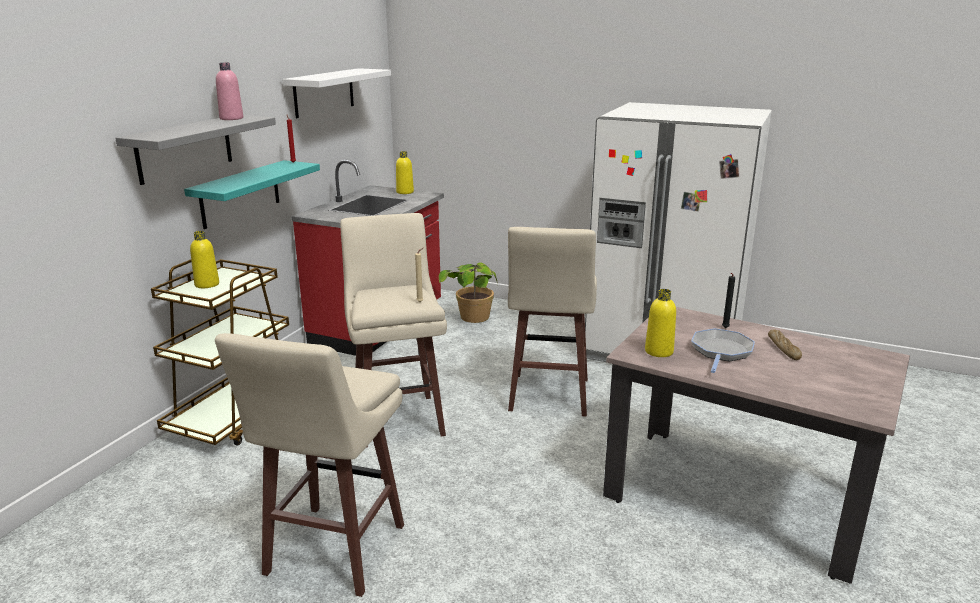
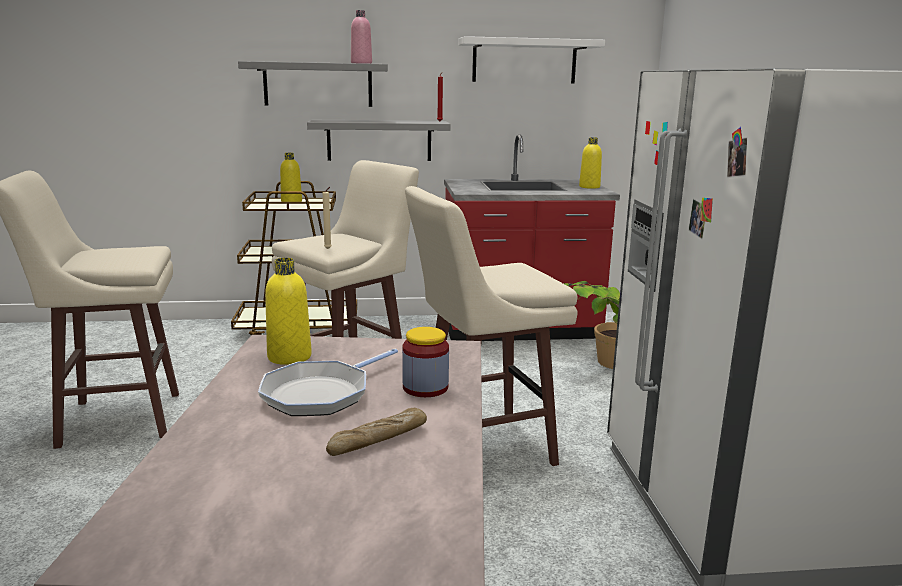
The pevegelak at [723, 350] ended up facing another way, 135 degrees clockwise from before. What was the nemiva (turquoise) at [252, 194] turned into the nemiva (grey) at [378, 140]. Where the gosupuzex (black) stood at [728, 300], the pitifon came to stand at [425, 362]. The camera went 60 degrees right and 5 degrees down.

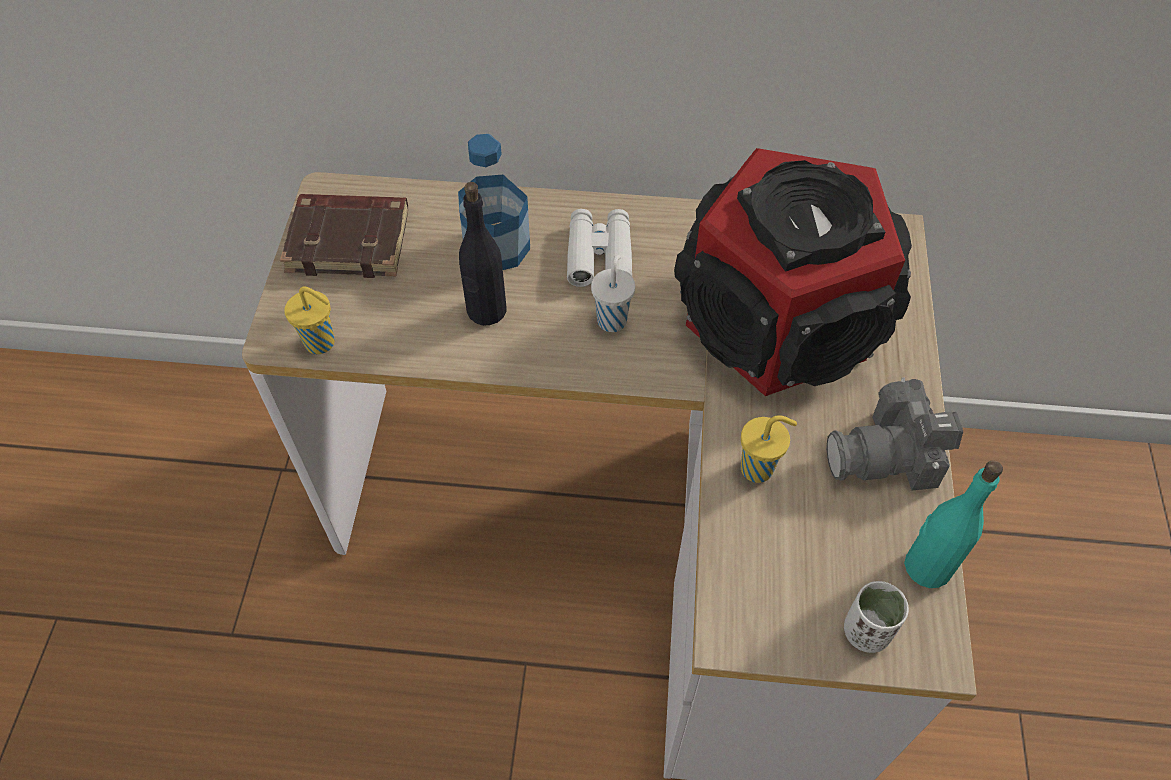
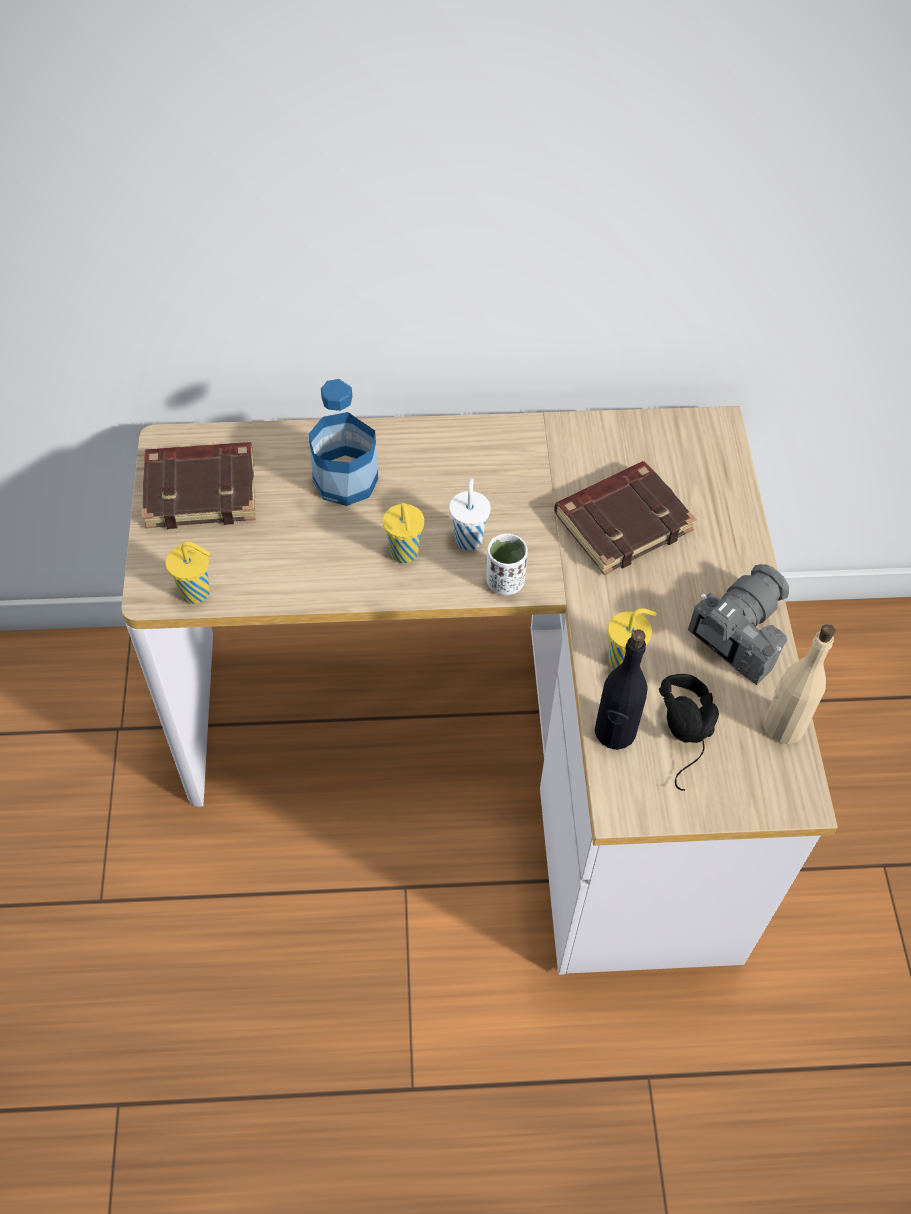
The second view gained the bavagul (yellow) at [403, 533]. The bavagul (white) ended up elsewhere, having gone from [876, 617] to [507, 564]. Where the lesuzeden stood at [793, 272], the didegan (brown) came to stand at [625, 518]. The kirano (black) ended up elsewhere, having gone from [483, 254] to [621, 689]. The second view gained the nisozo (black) at [689, 732]. The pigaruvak at [894, 434] ended up facing another way, 150 degrees clockwise from before. What was the kirano (turquoise) at [953, 524] turned into the kirano (beige) at [799, 684]. The second view lost the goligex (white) at [599, 248]. The camera went 10 degrees left and 0 degrees up.

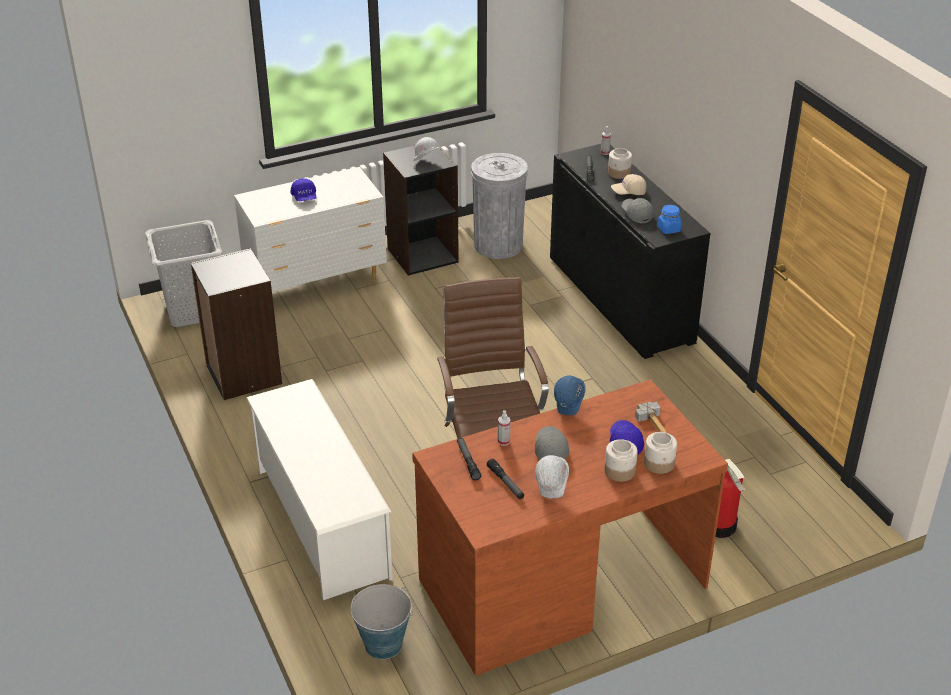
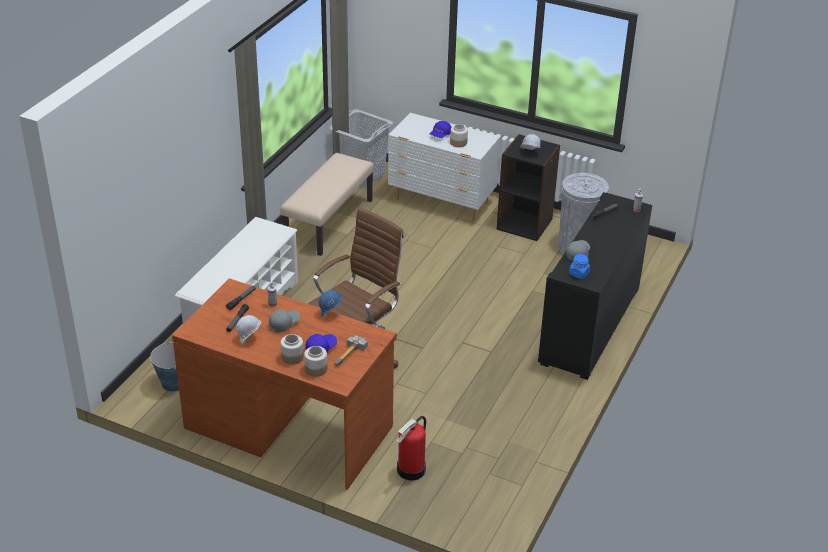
Where the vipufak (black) stood at [236, 324], the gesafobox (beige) came to stand at [327, 204]. The pitifon ended up elsewhere, having gone from [620, 163] to [459, 135]. The second view lost the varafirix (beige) at [628, 184]. The camera went 50 degrees right and 0 degrees up.

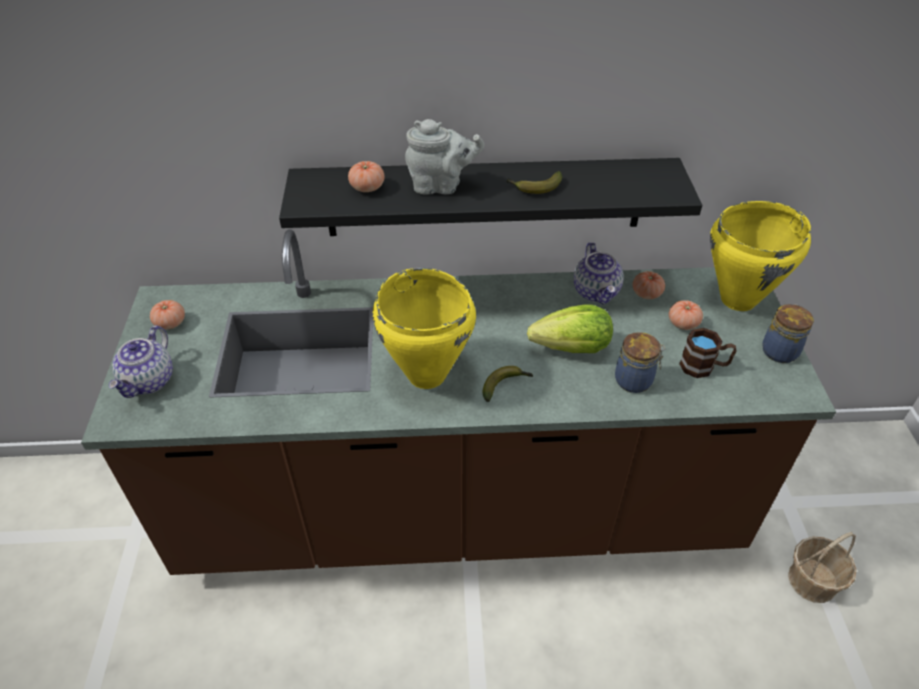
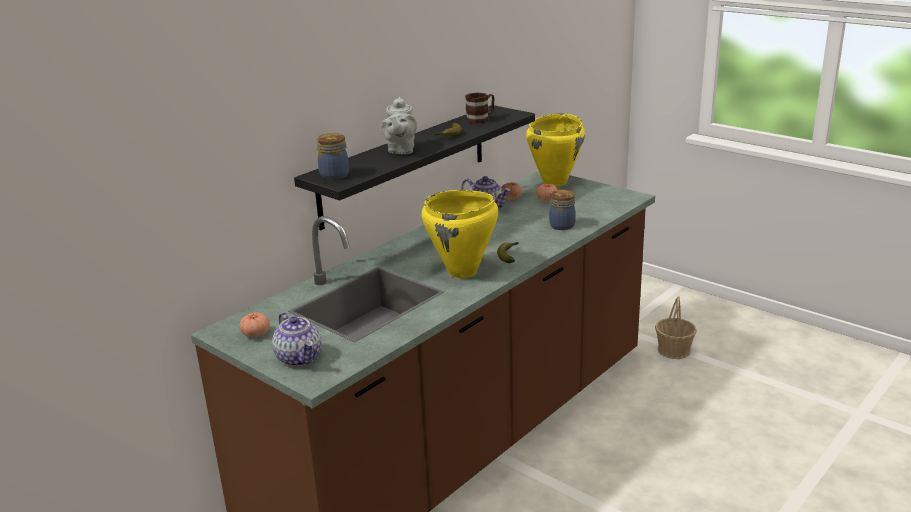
The pitifon ended up elsewhere, having gone from [788, 333] to [333, 156]. The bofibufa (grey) at [444, 156] ended up facing another way, 135 degrees clockwise from before. The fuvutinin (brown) ended up elsewhere, having gone from [707, 353] to [480, 108]. The second view lost the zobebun at [366, 176]. The second view lost the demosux at [570, 328]. The camera went 45 degrees left and 20 degrees down.

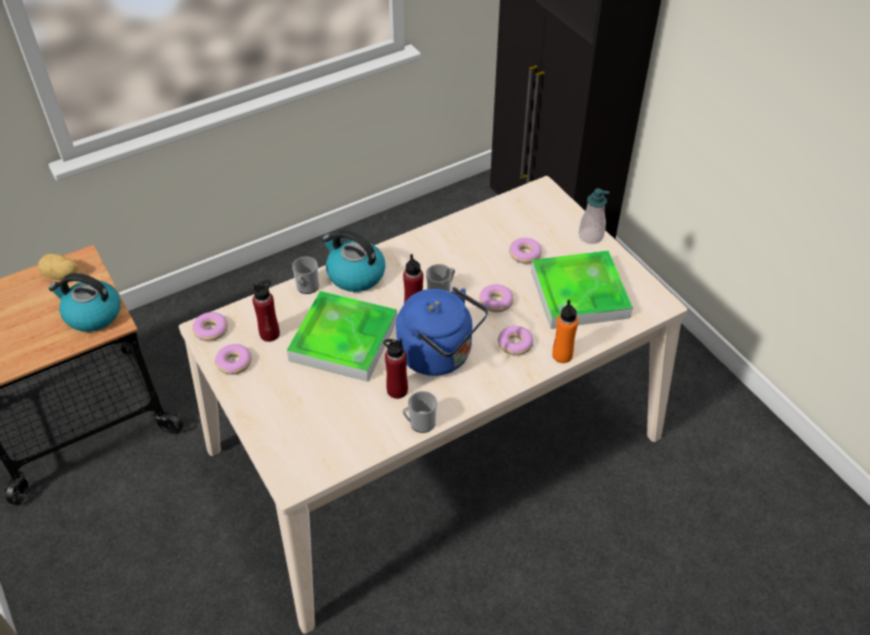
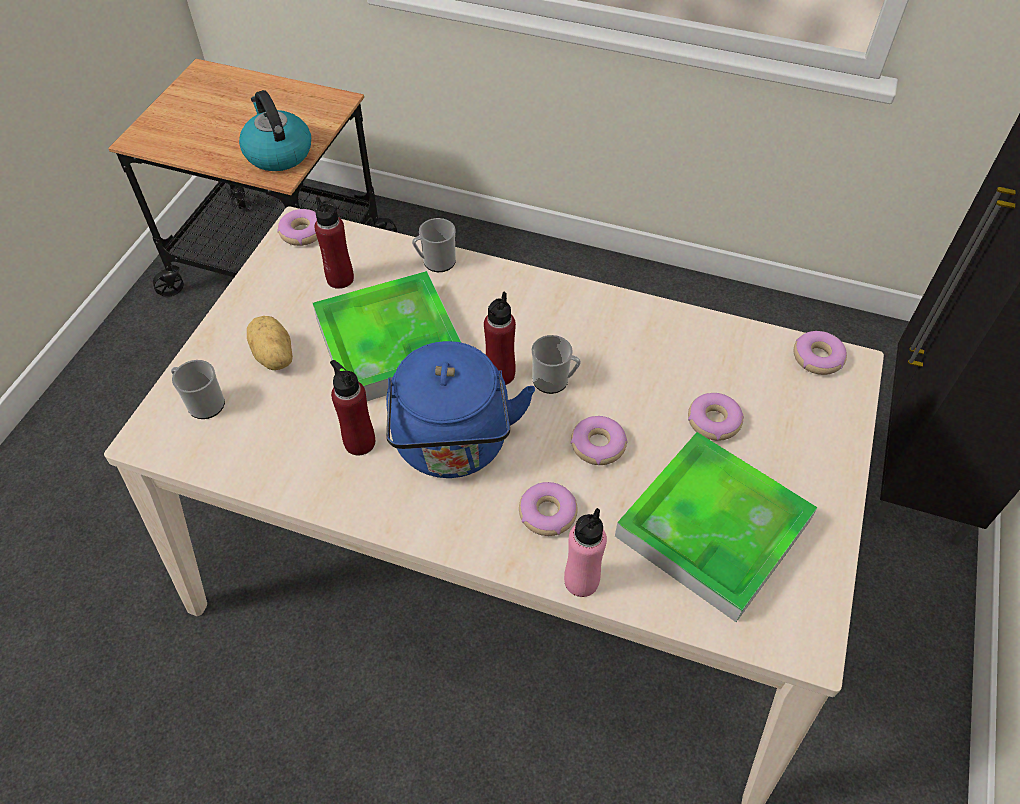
The fuvutinin ended up elsewhere, having gone from [419, 412] to [198, 389]. The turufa ended up elsewhere, having gone from [58, 267] to [270, 343]. What was the kirano (orange) at [565, 331] turned into the kirano (pink) at [585, 552]. The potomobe ended up elsewhere, having gone from [233, 359] to [820, 353]. The second view lost the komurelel at [353, 261]. The second view lost the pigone at [594, 216]. The camera went 50 degrees right and 5 degrees up.

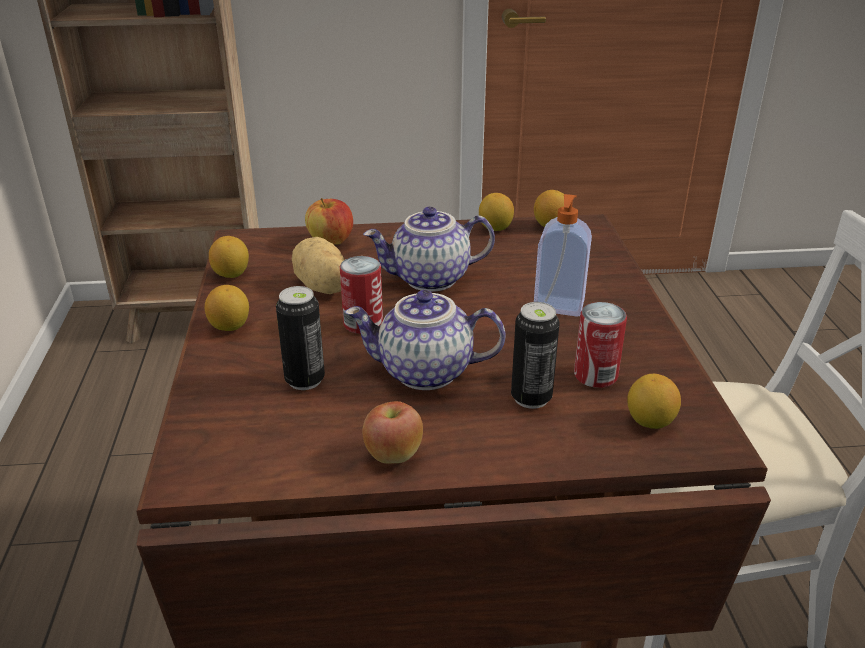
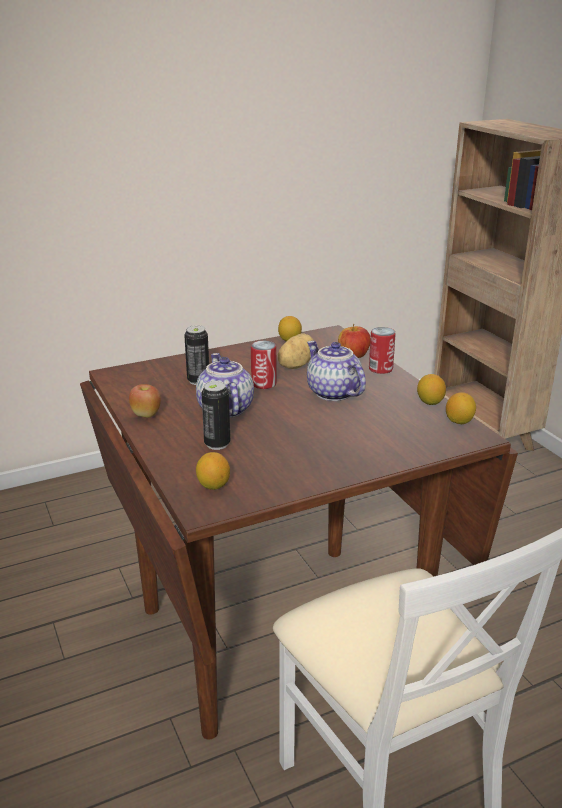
The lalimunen ended up elsewhere, having gone from [600, 345] to [382, 350]. The second view lost the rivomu at [227, 308]. The second view lost the pigone at [563, 255]. The camera went 70 degrees right and 5 degrees down.

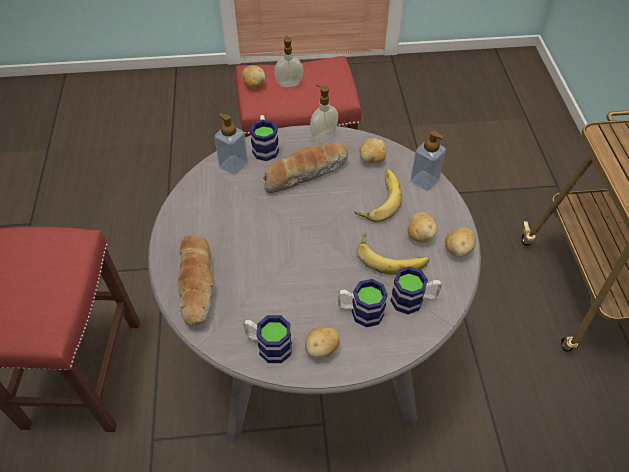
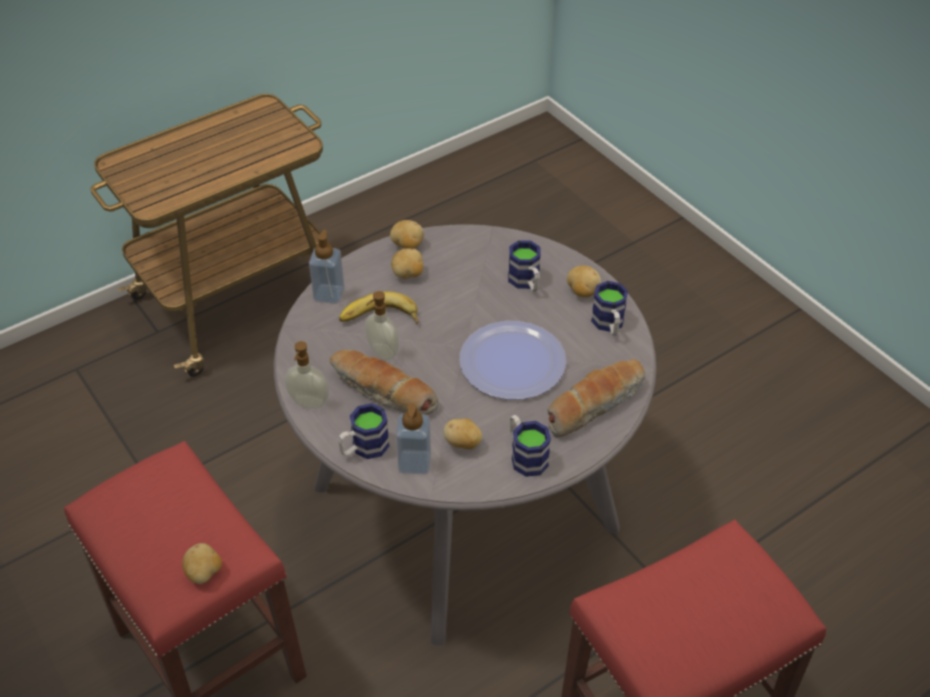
The pigone ended up elsewhere, having gone from [288, 61] to [382, 325]. The turufa ended up elsewhere, having gone from [373, 151] to [462, 433]. The second view gained the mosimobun at [513, 360]. The fuvutinin ended up elsewhere, having gone from [416, 290] to [530, 446]. The second view lost the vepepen at [393, 253]. The camera went 120 degrees left and 5 degrees down.

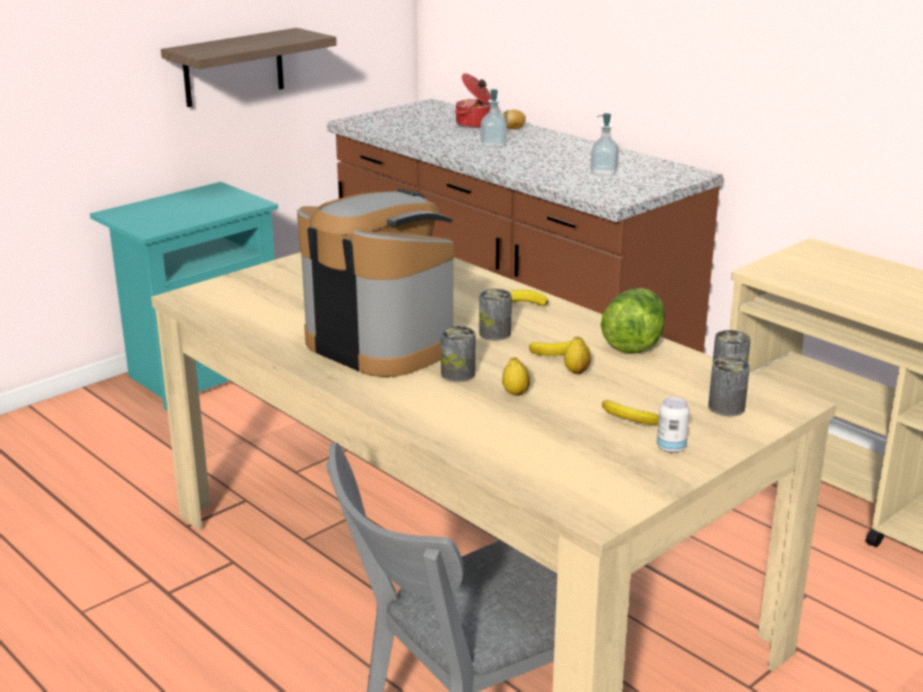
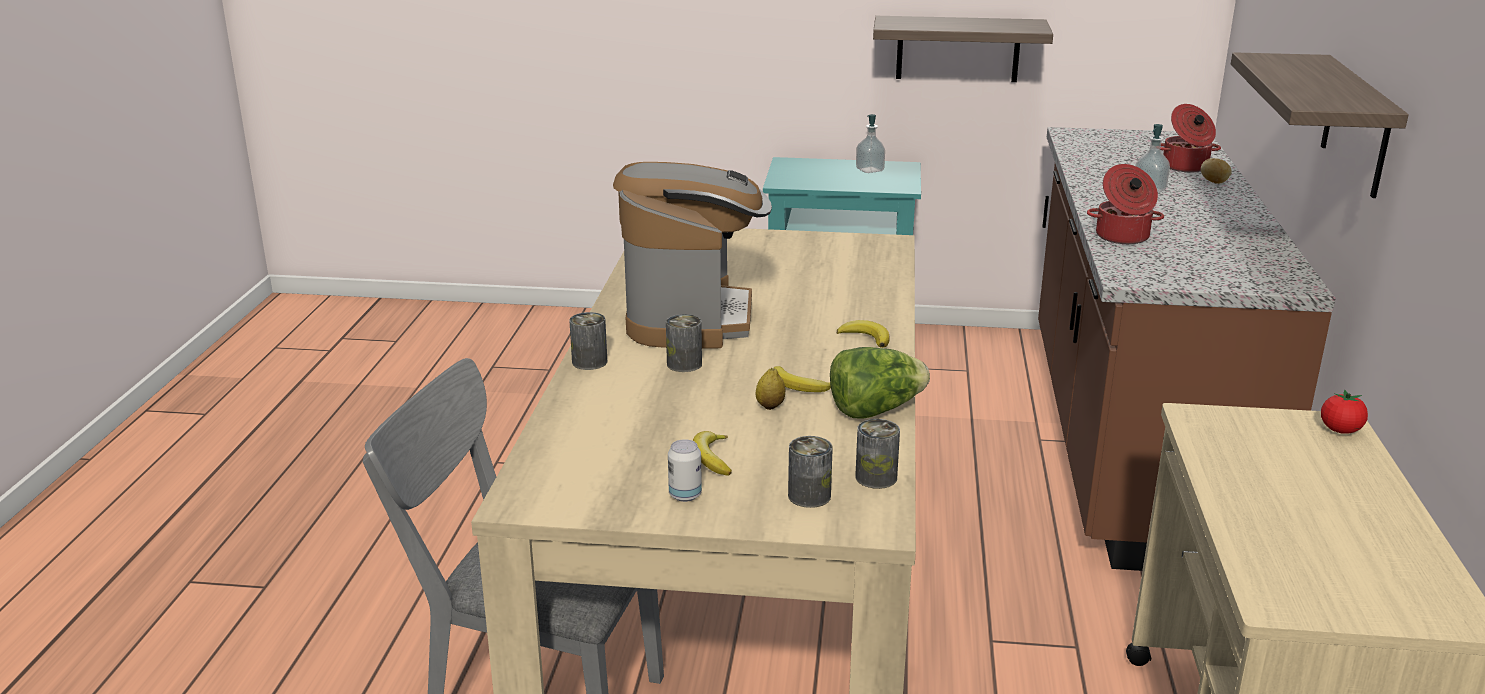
The lalimunen ended up elsewhere, having gone from [495, 315] to [588, 341]. The pigone ended up elsewhere, having gone from [604, 144] to [870, 143]. The second view gained the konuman at [1125, 204]. The second view gained the nemiva at [1320, 125]. The second view gained the zobebun at [1344, 412]. The second view lost the rivomu at [516, 376]. The camera went 50 degrees right and 0 degrees up.

